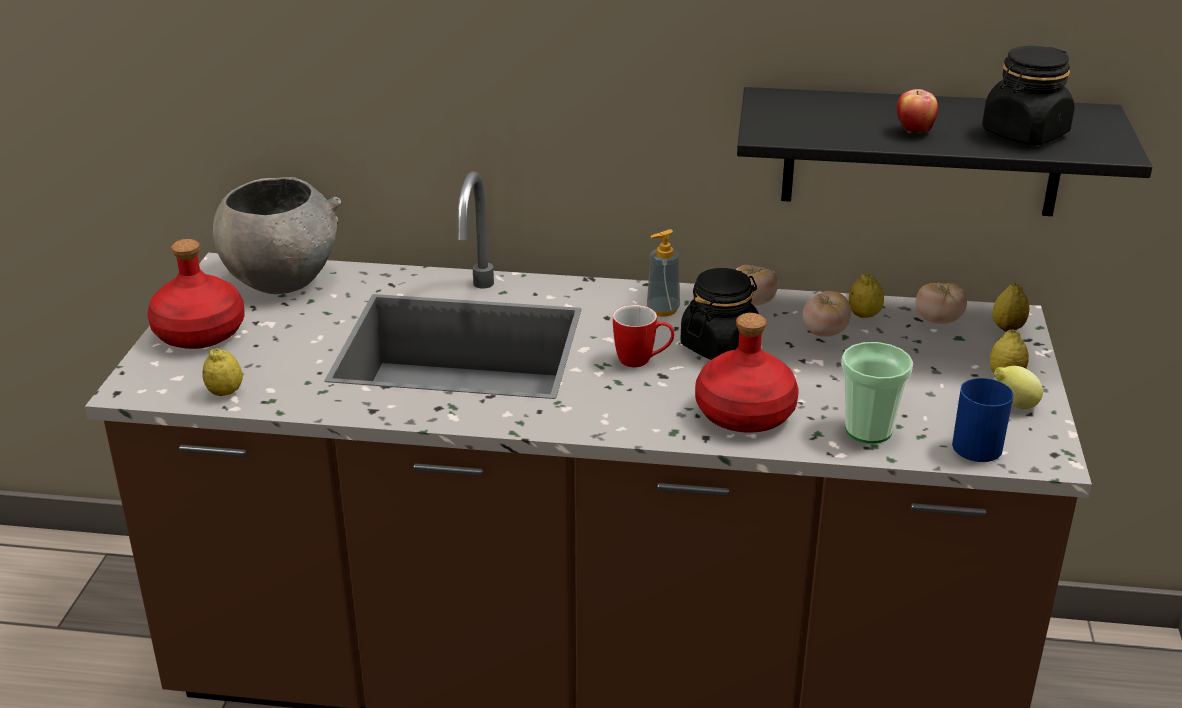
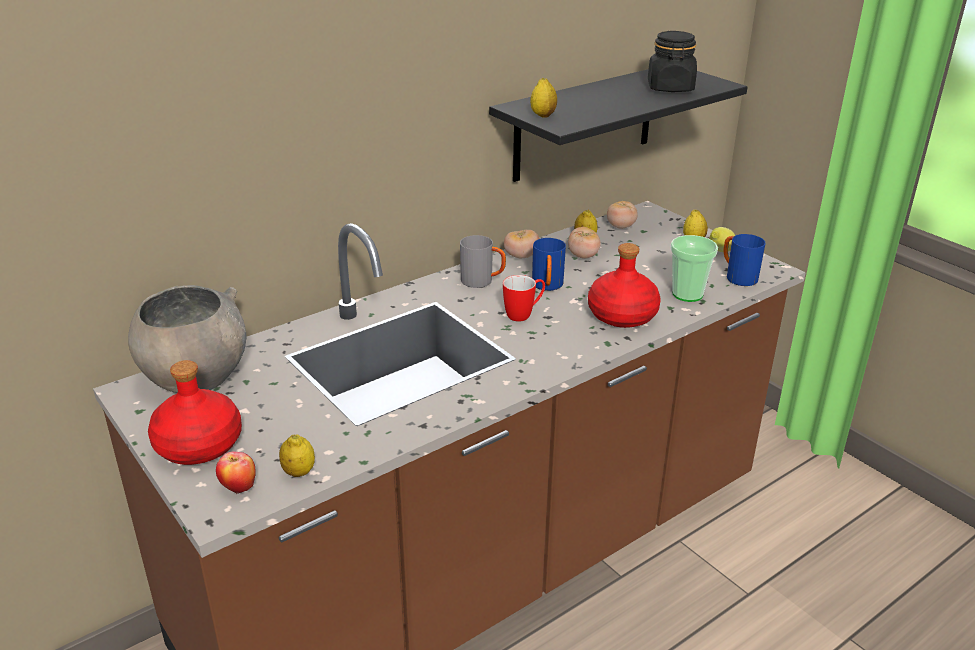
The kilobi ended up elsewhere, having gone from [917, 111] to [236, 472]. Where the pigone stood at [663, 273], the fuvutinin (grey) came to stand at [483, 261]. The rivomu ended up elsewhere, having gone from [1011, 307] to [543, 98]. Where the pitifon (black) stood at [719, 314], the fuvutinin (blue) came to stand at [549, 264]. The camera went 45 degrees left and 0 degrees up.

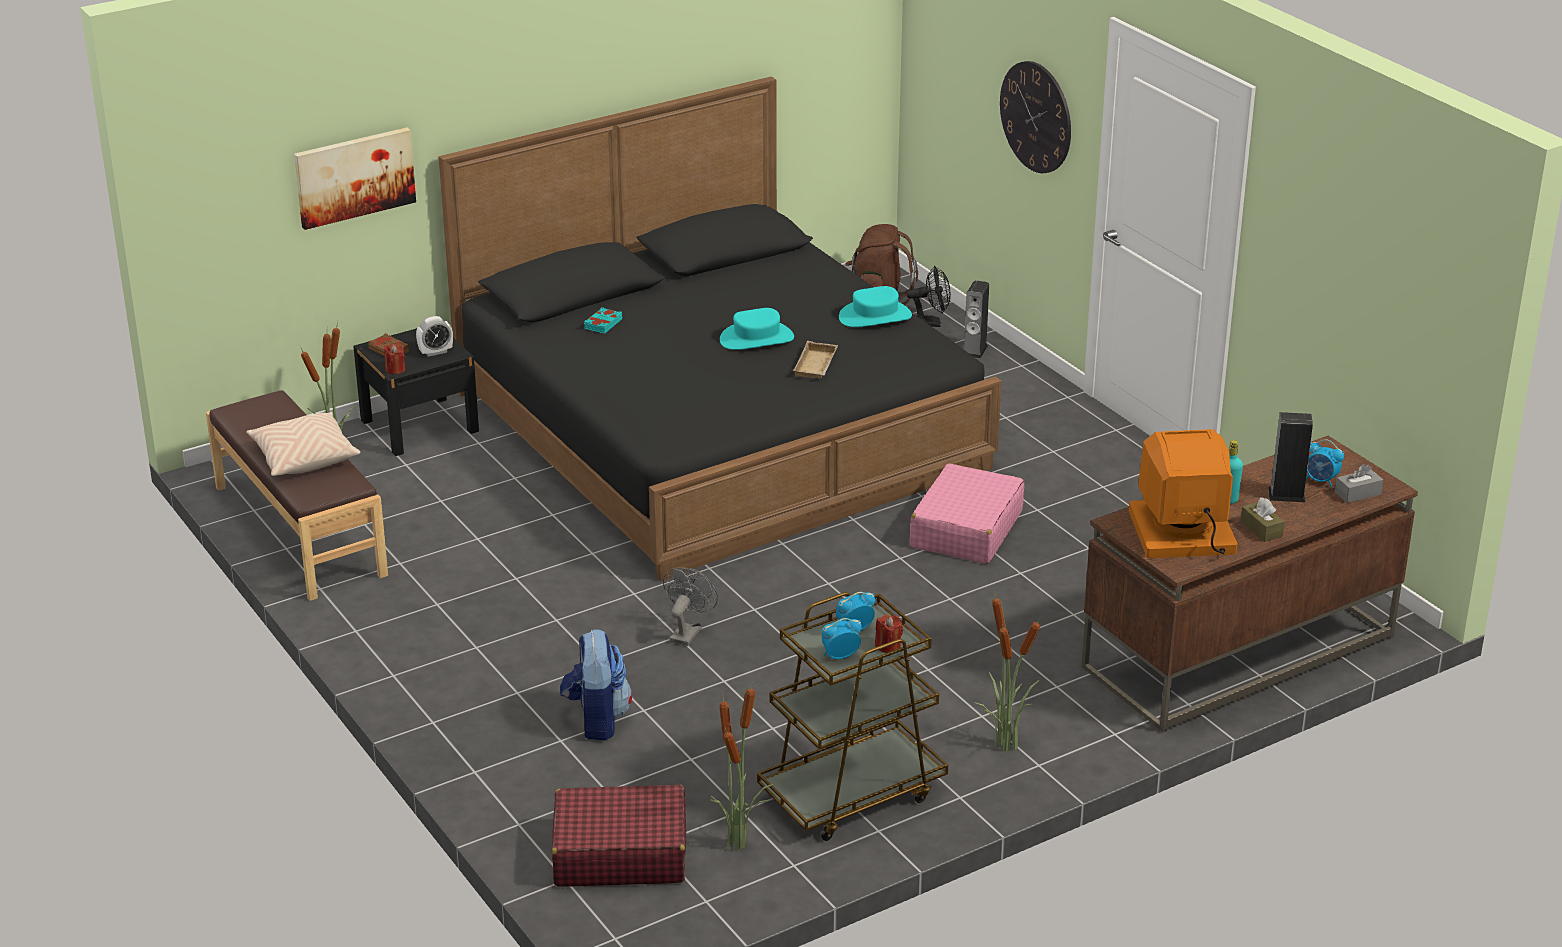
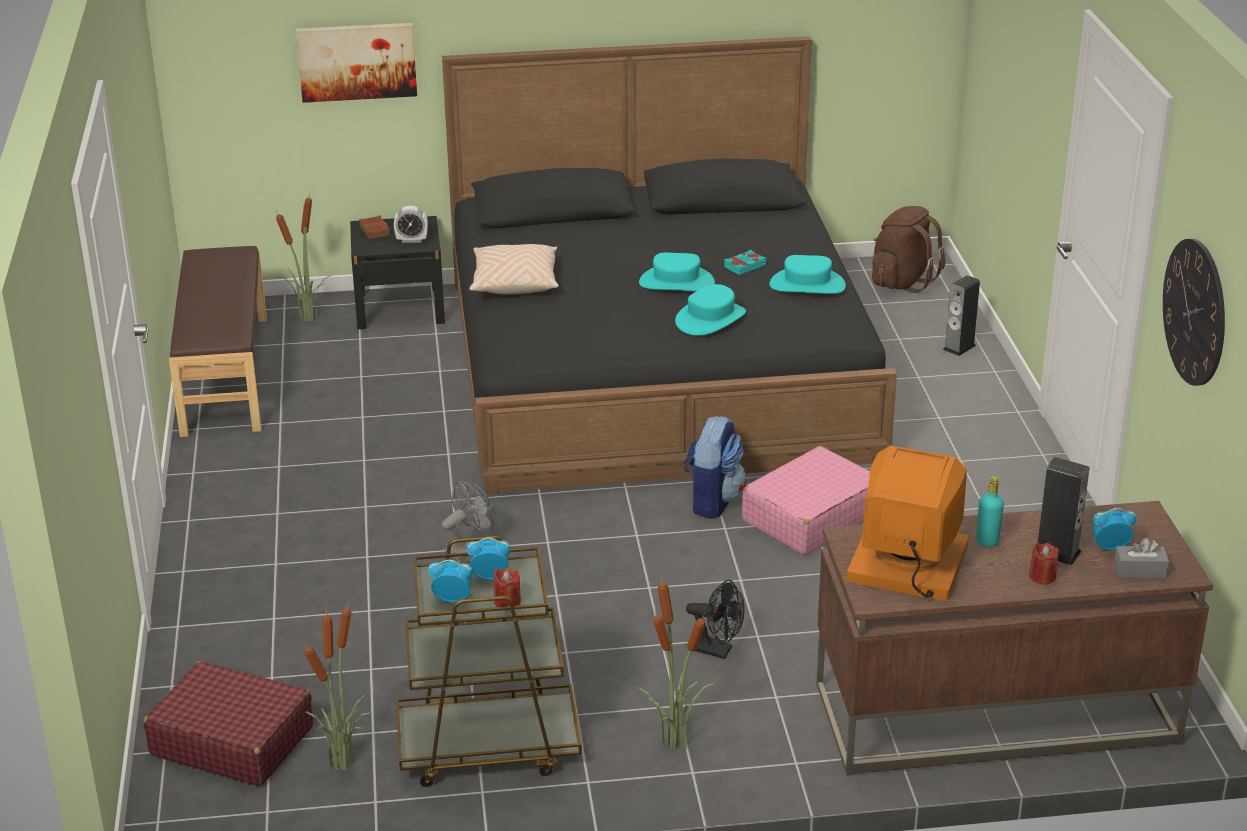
The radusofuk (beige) ended up elsewhere, having gone from [303, 444] to [514, 269]. Where the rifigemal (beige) stood at [815, 359], the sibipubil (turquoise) came to stand at [710, 310]. The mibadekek ended up elsewhere, having gone from [596, 684] to [715, 467]. The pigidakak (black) ended up elsewhere, having gone from [928, 296] to [715, 619]. The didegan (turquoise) ended up elsewhere, having gone from [603, 320] to [745, 262]. The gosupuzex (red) ended up elsewhere, having gone from [394, 359] to [1044, 563]. The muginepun at [1325, 463] ended up facing another way, 120 degrees clockwise from before. The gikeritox ended up elsewhere, having gone from [1035, 117] to [1194, 312]. The second view lost the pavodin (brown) at [1262, 519]. The camera went 25 degrees right and 0 degrees up.

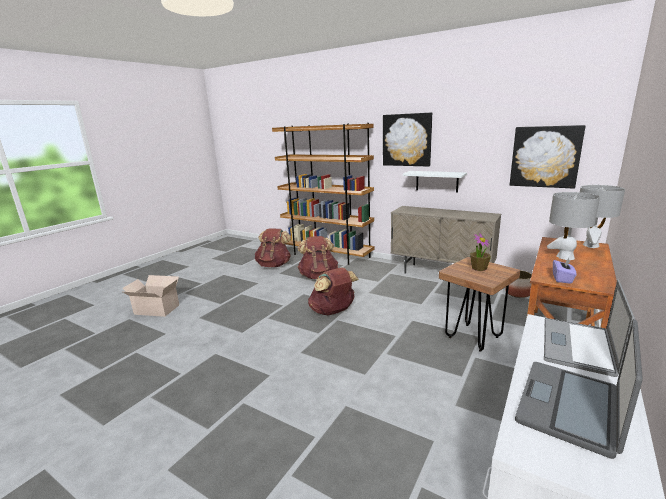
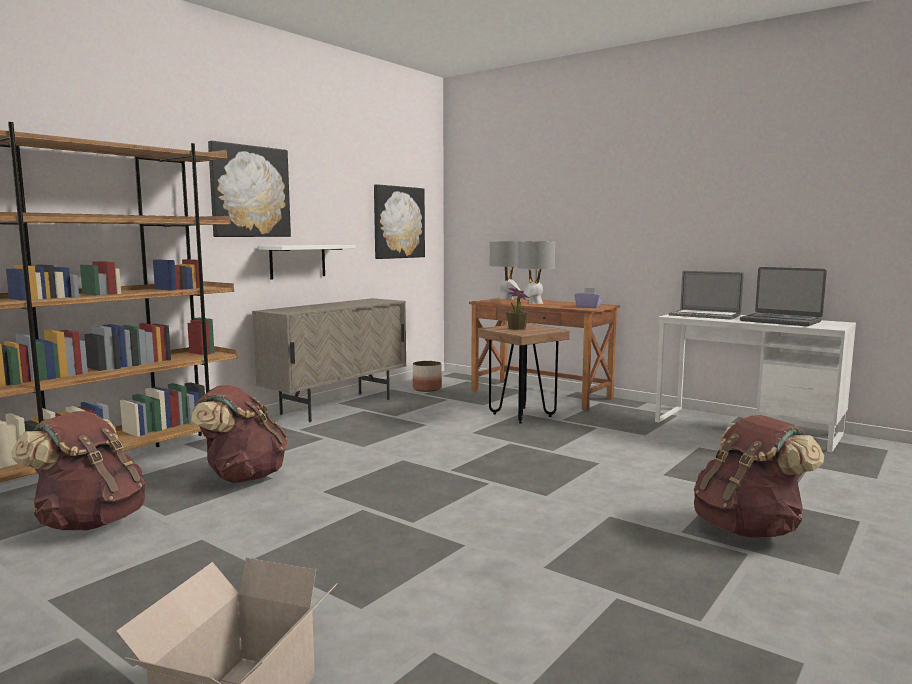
The mibadekek (brown) ended up elsewhere, having gone from [333, 291] to [759, 476]. The camera went 85 degrees left and 10 degrees down.

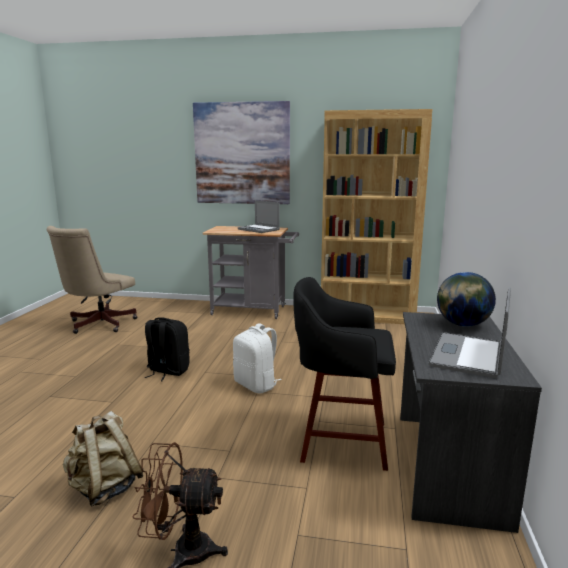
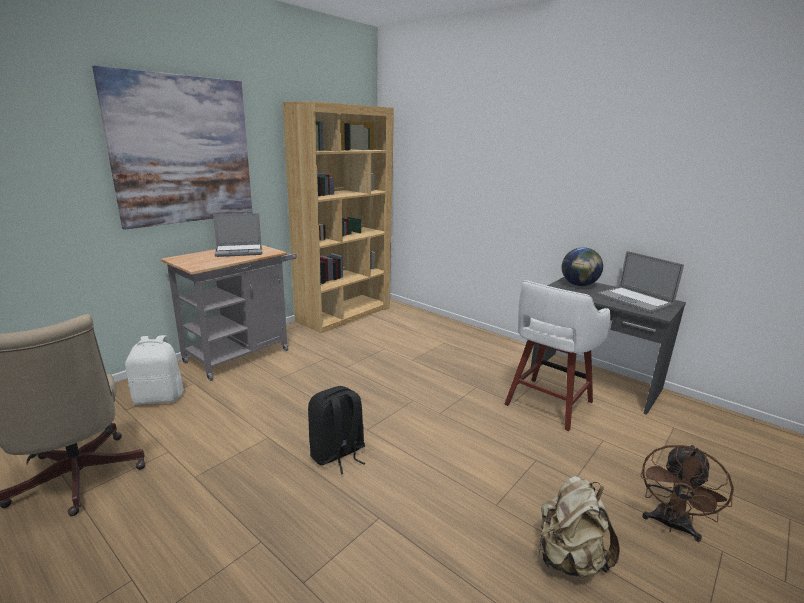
The mibadekek (white) ended up elsewhere, having gone from [257, 358] to [154, 370]. What was the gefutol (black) at [344, 374] turned into the gefutol (white) at [557, 355]. The camera went 60 degrees left and 5 degrees up.

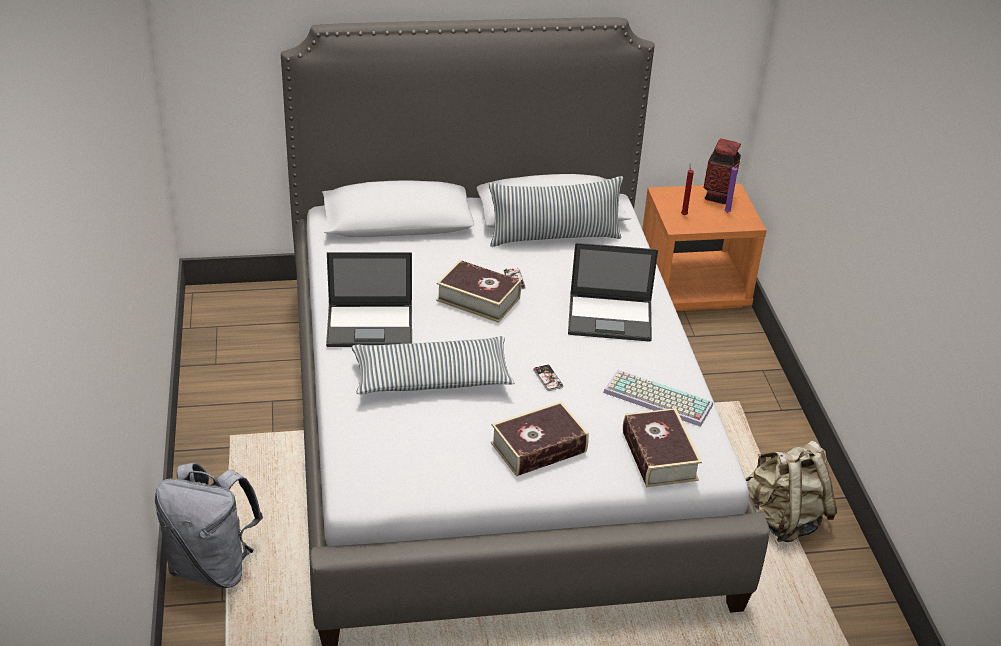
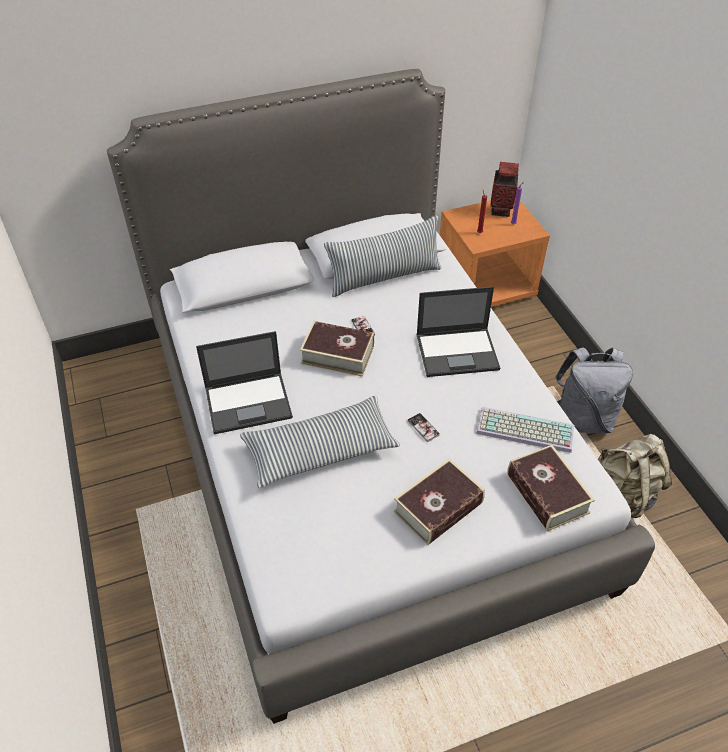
The mibadekek (grey) ended up elsewhere, having gone from [209, 525] to [594, 390]. The camera went 10 degrees left and 10 degrees up.

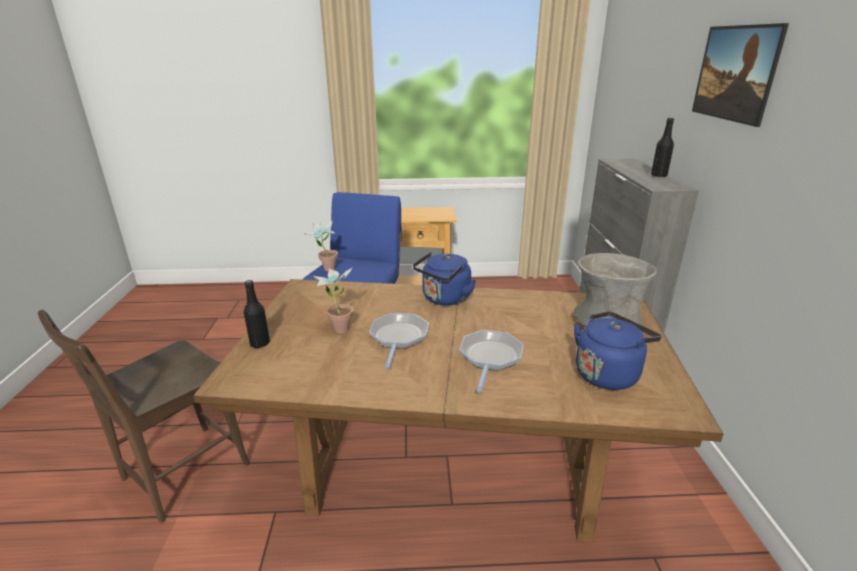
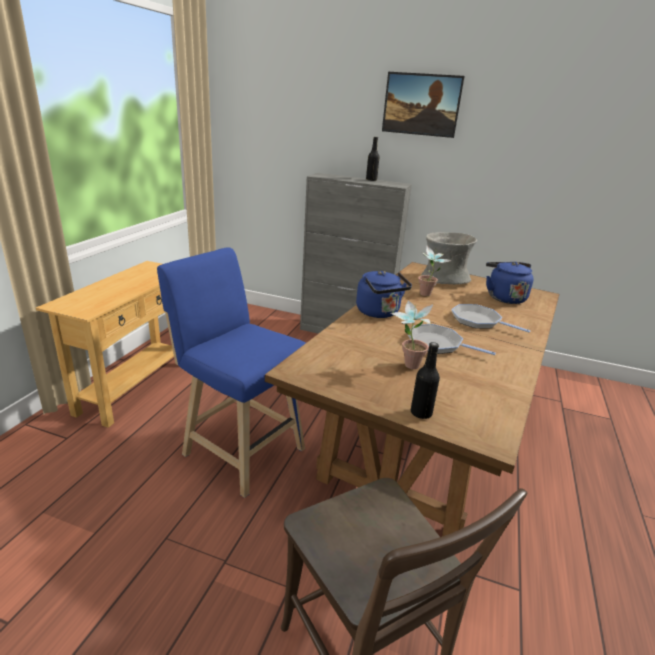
The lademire ended up elsewhere, having gone from [321, 246] to [435, 271]. The camera went 70 degrees left and 0 degrees up.

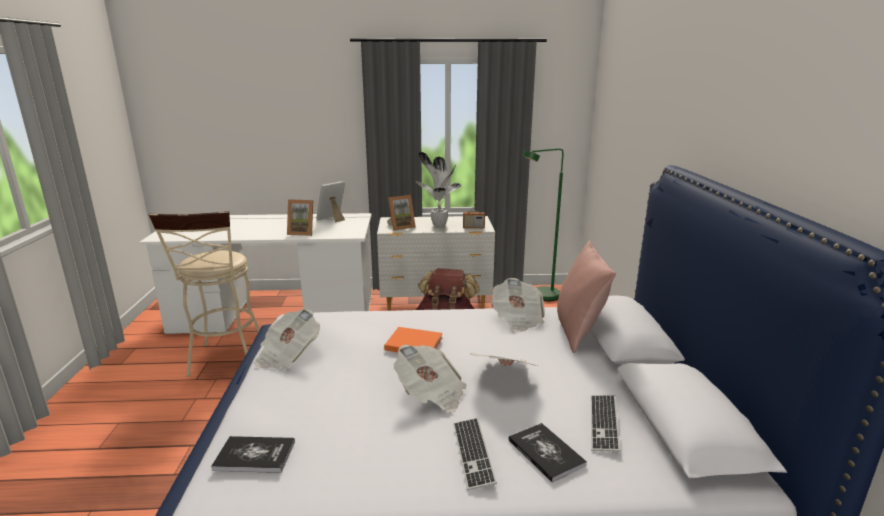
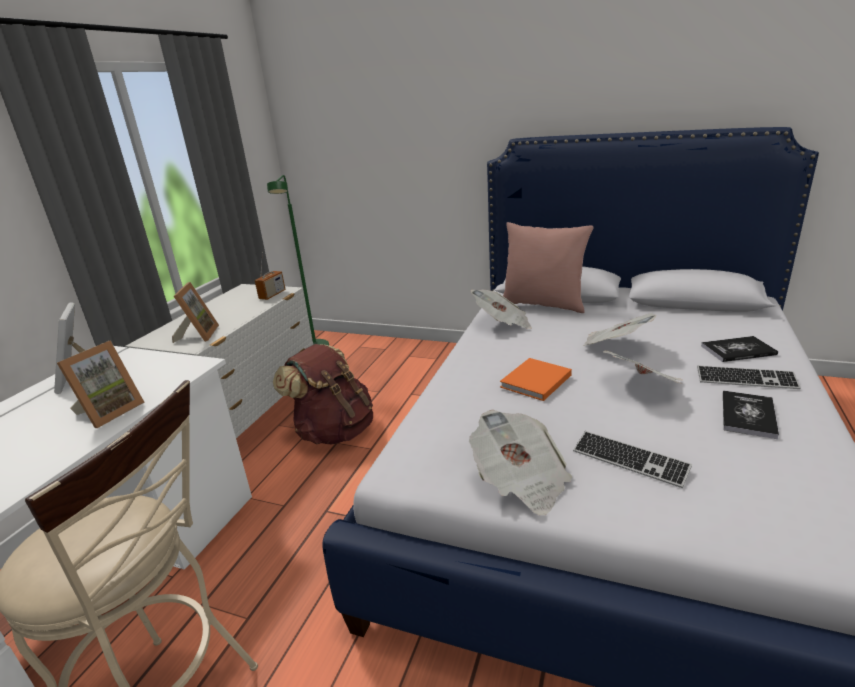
The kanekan ended up elsewhere, having gone from [605, 424] to [632, 459]. The didegan ended up elsewhere, having gone from [253, 454] to [751, 415]. The second view lost the lademire at [438, 189]. The camera went 65 degrees left and 5 degrees up.

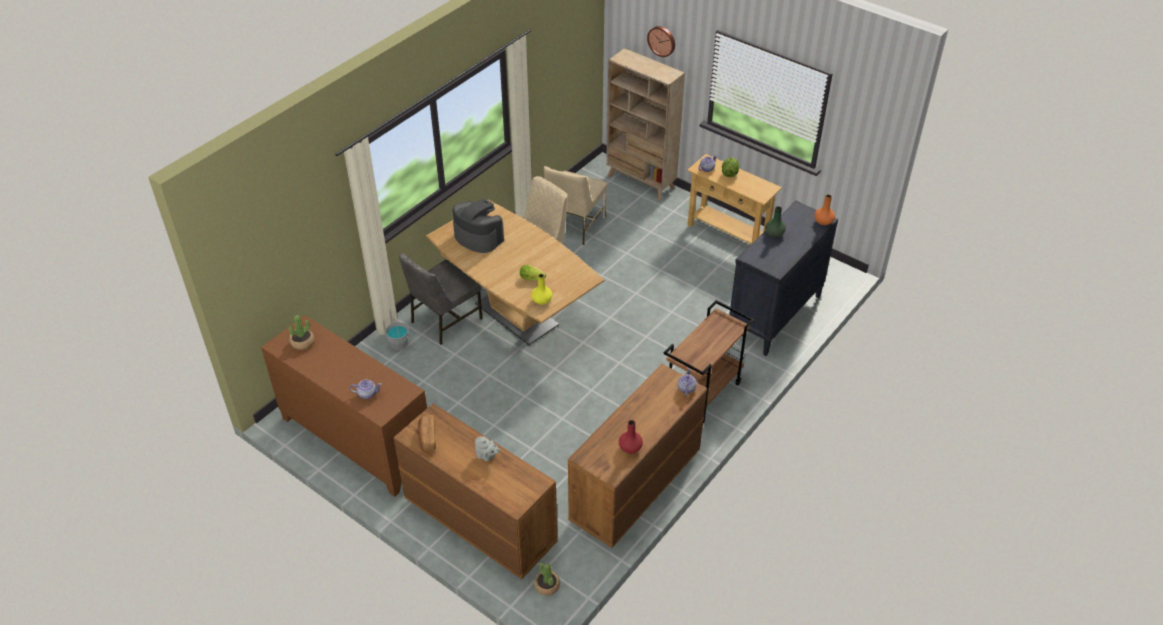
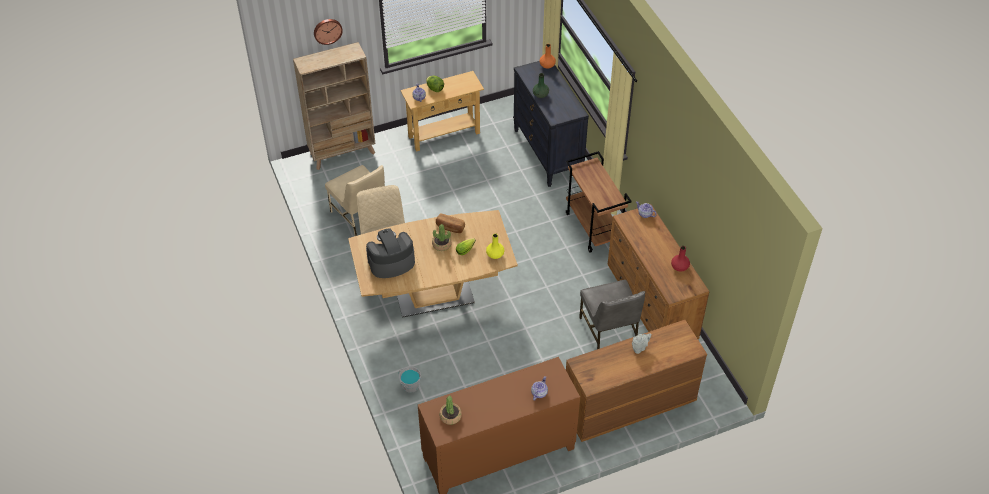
The lademire ended up elsewhere, having gone from [547, 579] to [442, 237]. The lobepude ended up elsewhere, having gone from [427, 433] to [450, 223]. The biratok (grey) ended up elsewhere, having gone from [441, 299] to [612, 314]. The camera went 60 degrees left and 5 degrees up.

